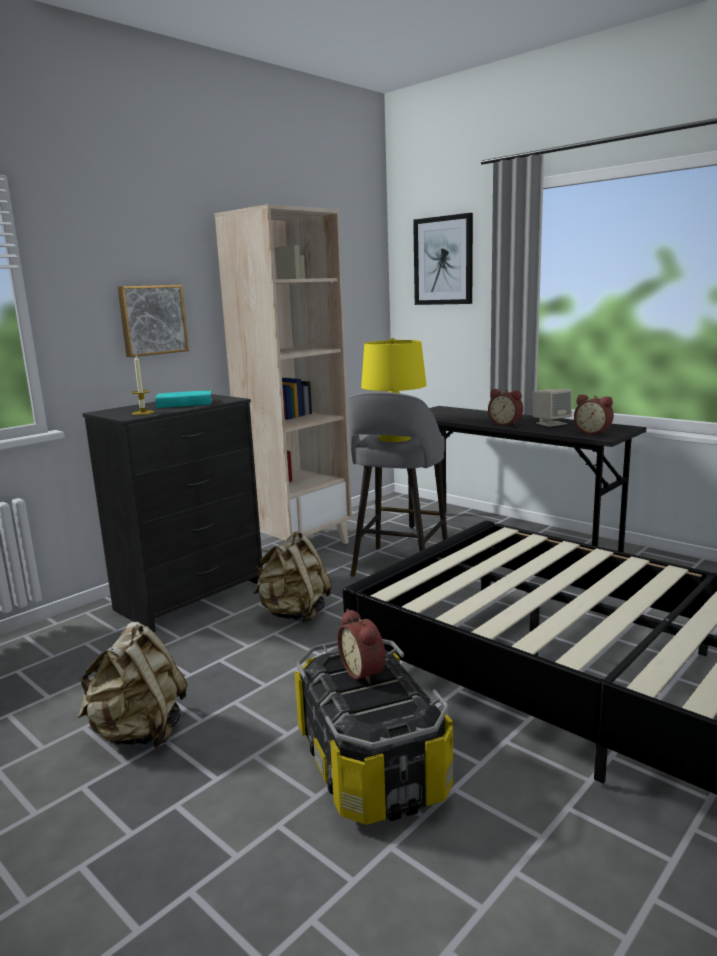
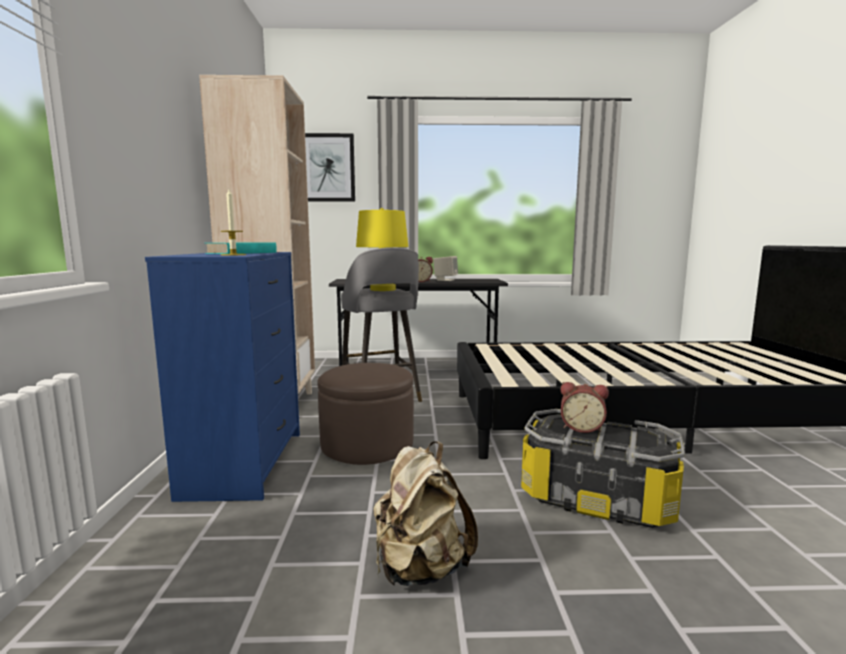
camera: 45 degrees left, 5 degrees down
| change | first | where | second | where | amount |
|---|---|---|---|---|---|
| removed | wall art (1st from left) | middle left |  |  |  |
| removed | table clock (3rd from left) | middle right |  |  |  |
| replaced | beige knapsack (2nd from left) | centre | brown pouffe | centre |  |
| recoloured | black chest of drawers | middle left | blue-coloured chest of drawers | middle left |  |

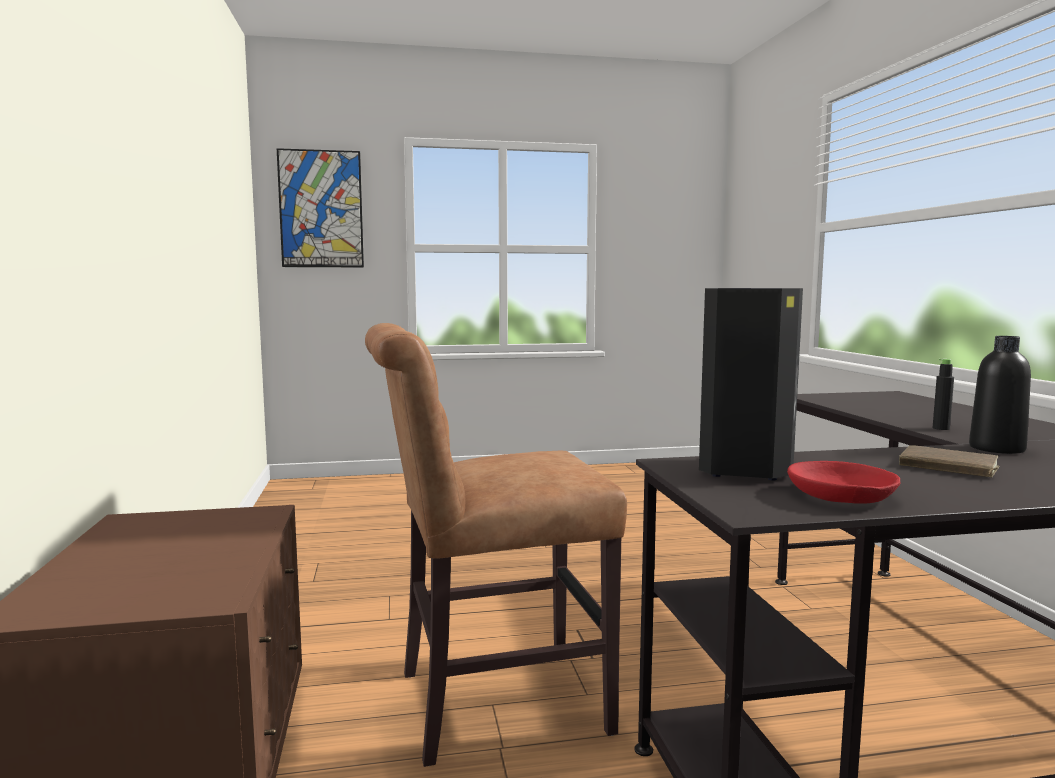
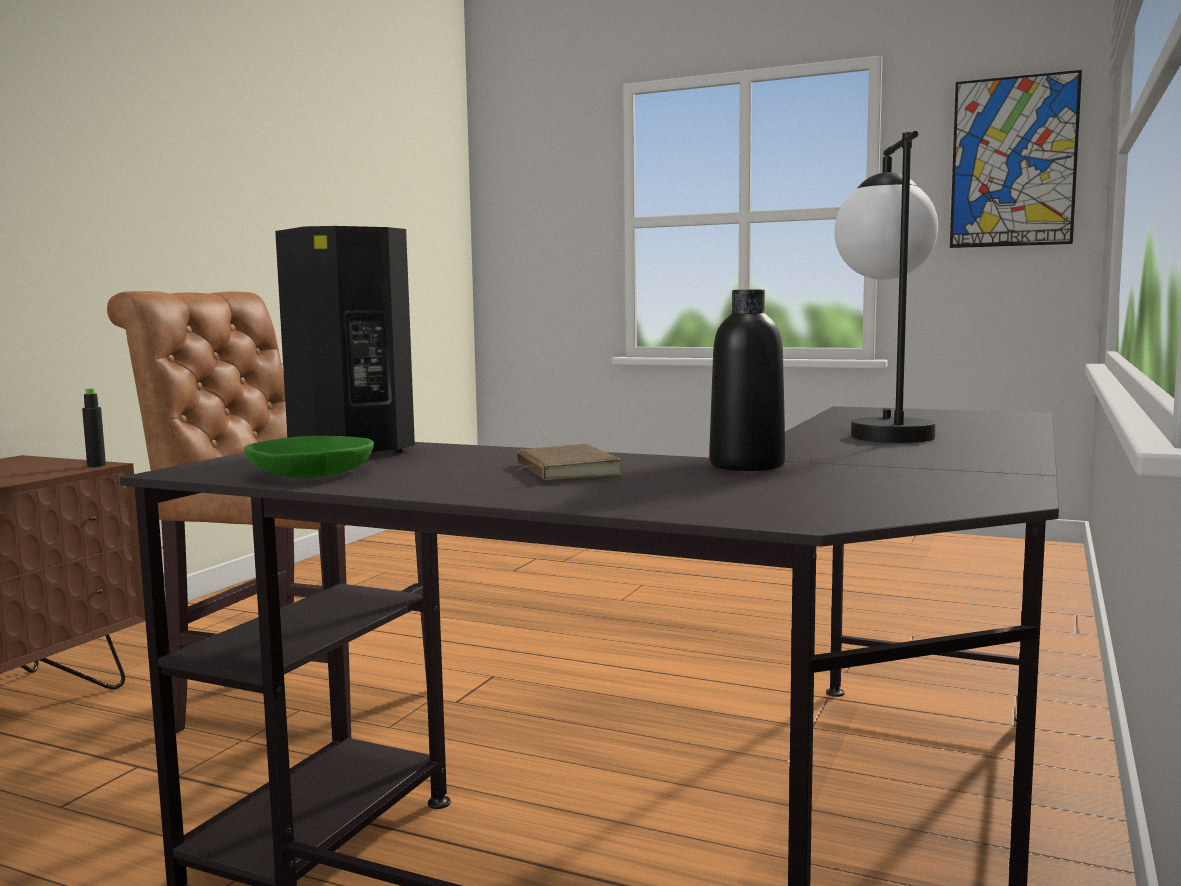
camera: 35 degrees right, 0 degrees up
| change | first | where | second | where | amount |
|---|---|---|---|---|---|
| added |  |  | lamp for a table | top right |  |
| moved | wall art | top left |  | top right |  |
| moved | black bottle (1st from left) | middle right |  | middle left |  |
| recoloured | red-coloured deep dish | middle right | greenish deep dish | middle left |  |

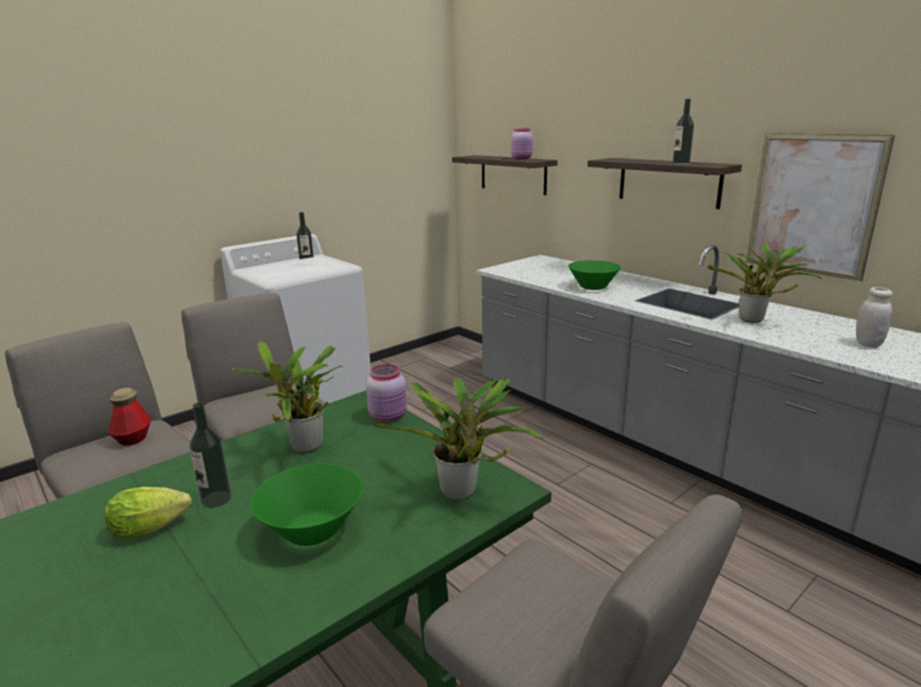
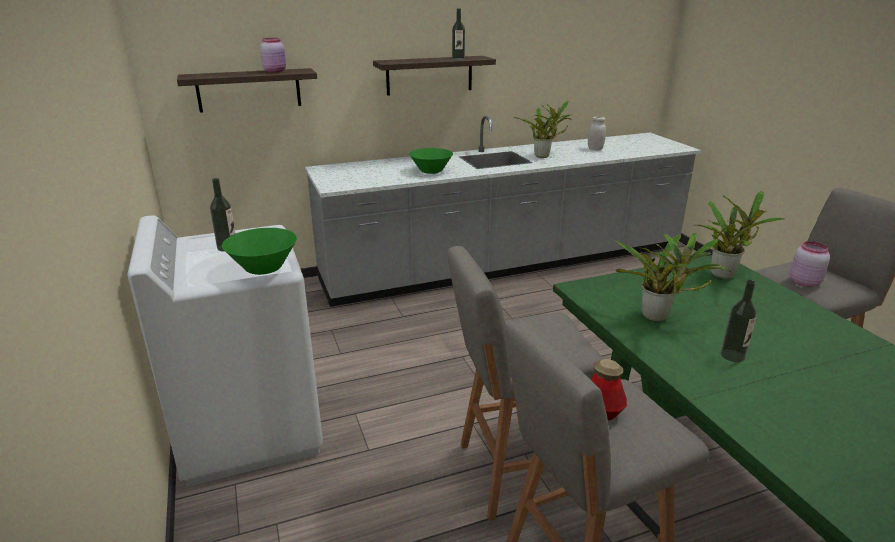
camera: 70 degrees left, 5 degrees up
| change | first | where | second | where | amount |
|---|---|---|---|---|---|
| removed | lettuce head | bottom left |  |  |  |
| removed | wall art | top right |  |  |  |
| moved | greenish deep dish (1st from left) | bottom centre |  | middle left |  |
| moved | pinkish storage jar (1st from left in the first image) | centre | pinkish storage jar (2nd from left) | middle right |  |

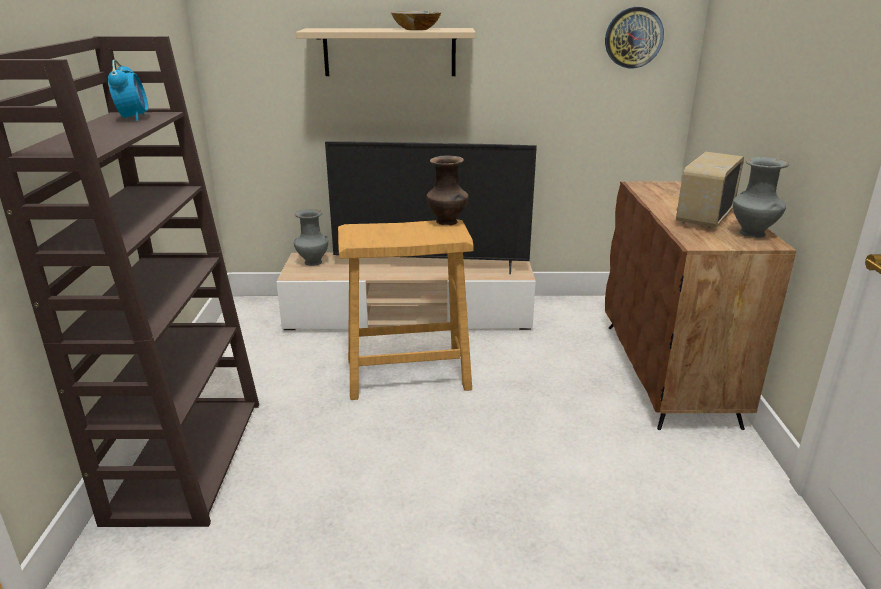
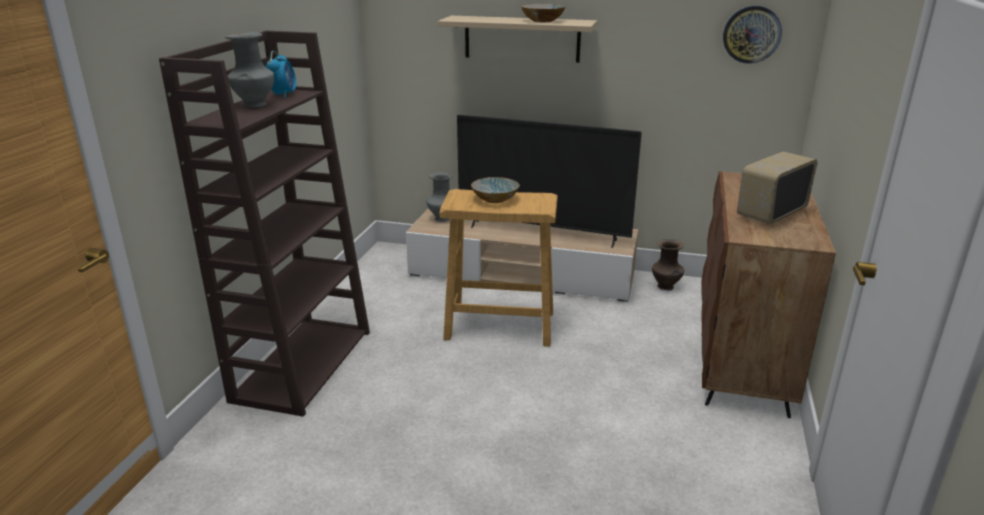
camera: 15 degrees right, 0 degrees up
| change | first | where | second | where | amount |
|---|---|---|---|---|---|
| added |  |  | deep dish (1st from left) | centre |  |
| moved | brown vase | top centre |  | middle right |  |
| moved | greyish vase (2nd from left in the first image) | middle right | greyish vase (1st from left) | top left |  |

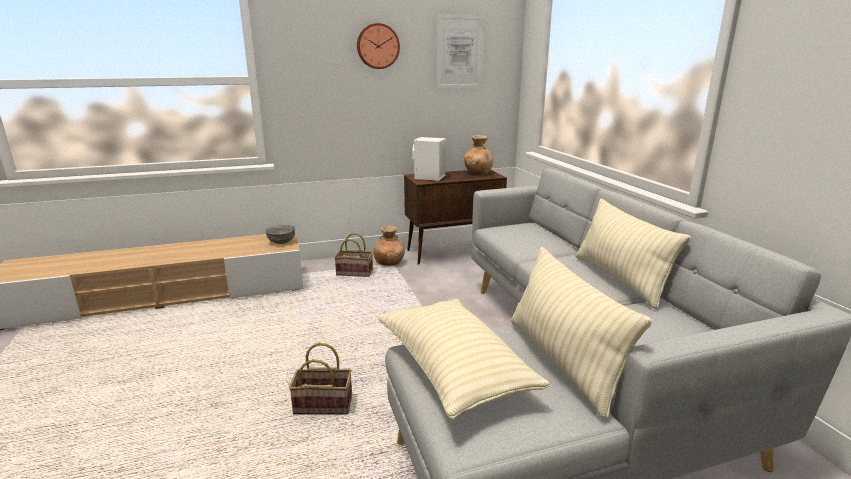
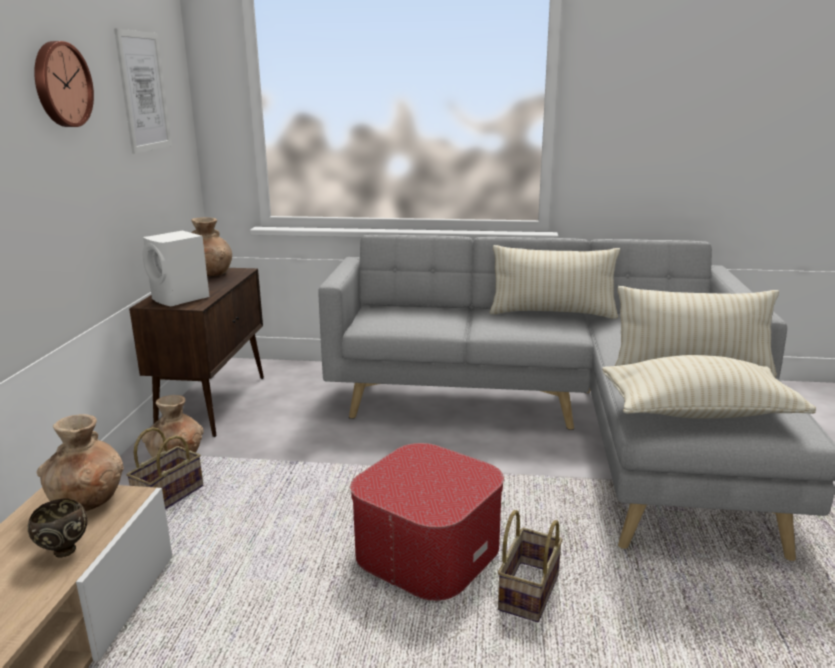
camera: 65 degrees left, 0 degrees up
| change | first | where | second | where | amount |
|---|---|---|---|---|---|
| added |  |  | brown deep dish | bottom left |  |
| added |  |  | pouffe | bottom centre |  |
| replaced | greyish deep dish | middle left | brown vase (1st from left) | bottom left |  |

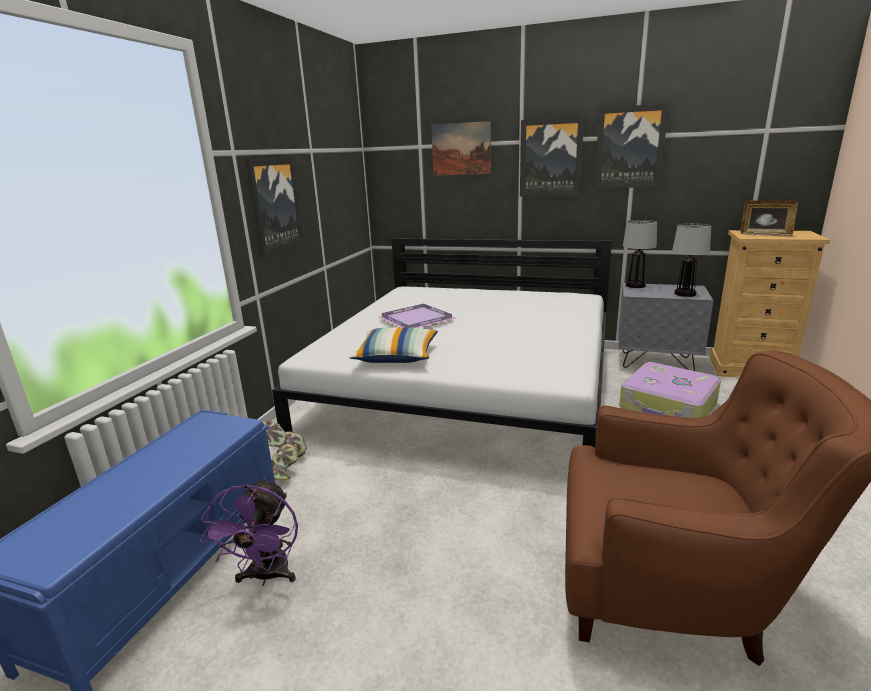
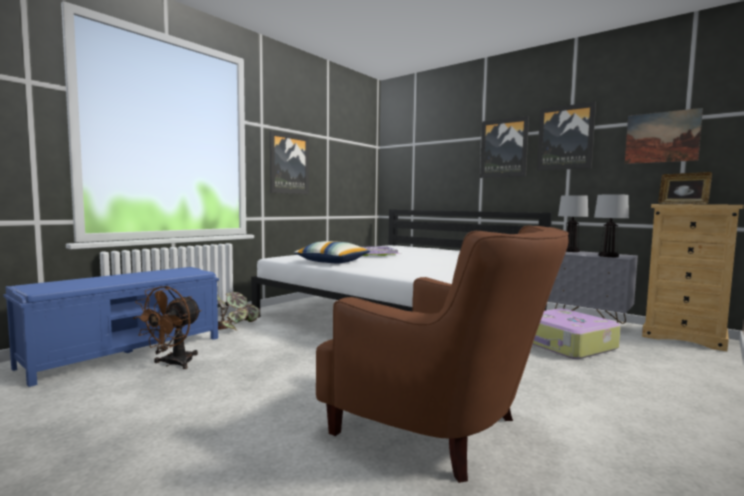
camera: 20 degrees right, 15 degrees down
| change | first | where | second | where | amount |
|---|---|---|---|---|---|
| moved | wall art (2nd from left in the first image) | top centre | wall art (4th from left) | top right |  |
| recoloured | purple-coloured cooling fan | bottom left | brown cooling fan | middle left |  |

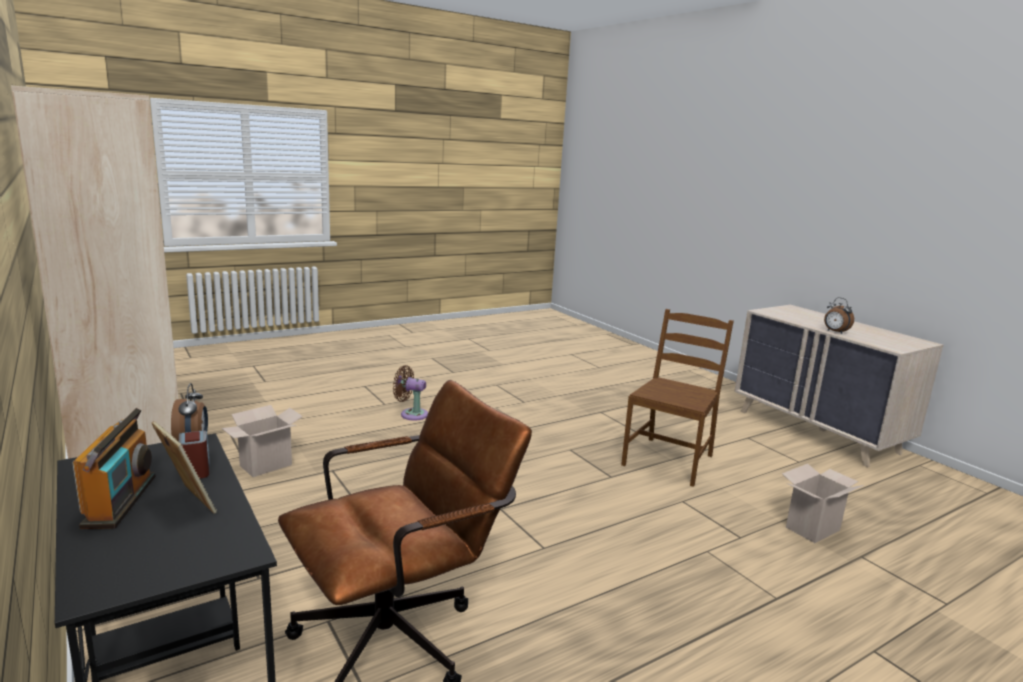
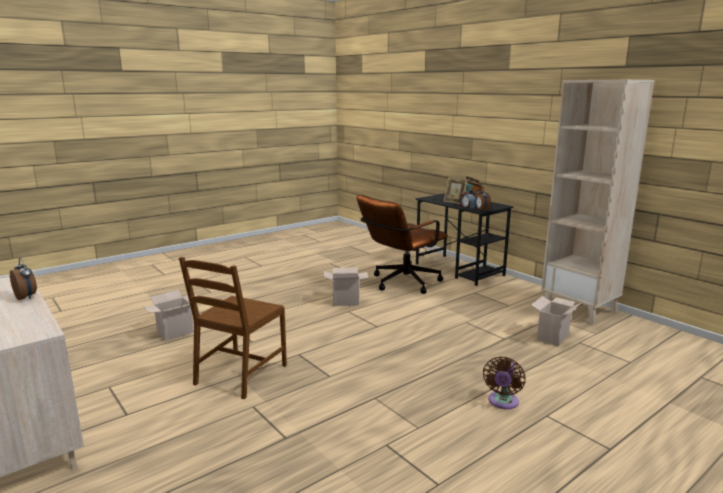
camera: 175 degrees right, 0 degrees up
| change | first | where | second | where | amount |
|---|---|---|---|---|---|
| added |  |  | packing box (2nd from left) | centre |  |
| turned | brown cooling fan | centre |  | bottom right | 105 degrees clockwise |

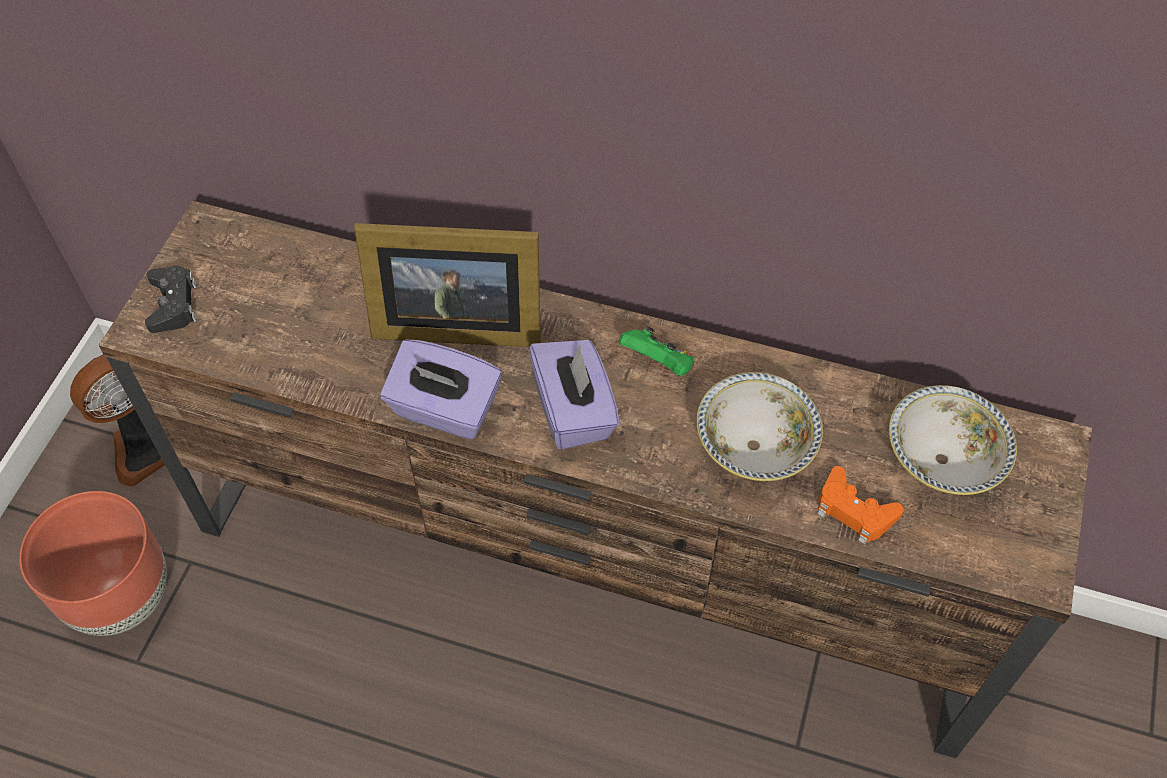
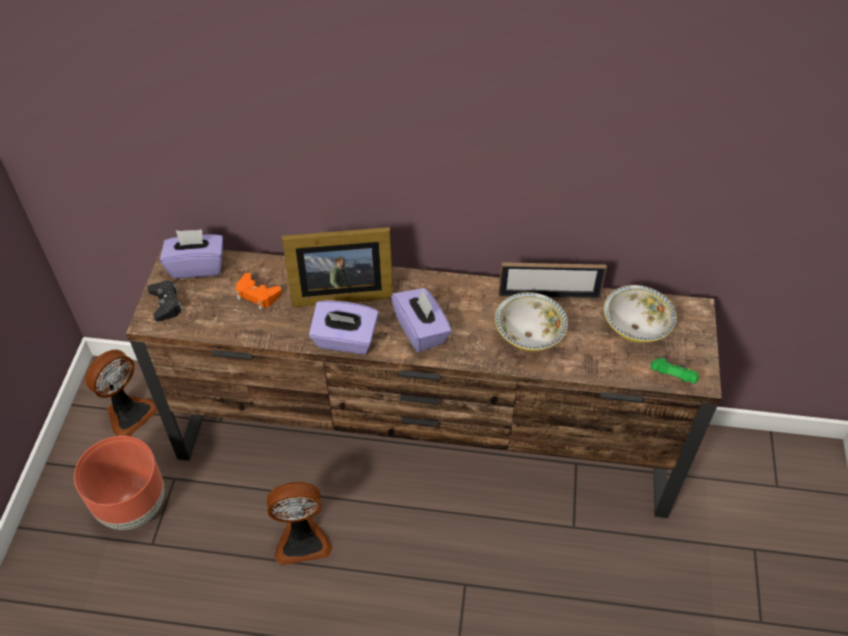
camera: 10 degrees left, 5 degrees down
| change | first | where | second | where | amount |
|---|---|---|---|---|---|
| added |  |  | purple-coloured tissue box (1st from left) | middle left |  |
| added |  |  | cooling fan (2nd from left) | bottom centre |  |
| added |  |  | photo frame (2nd from left) | centre |  |
| moved | greenish joypad | centre |  | middle right |  |
| moved | orange-coloured joypad | middle right |  | middle left |  |

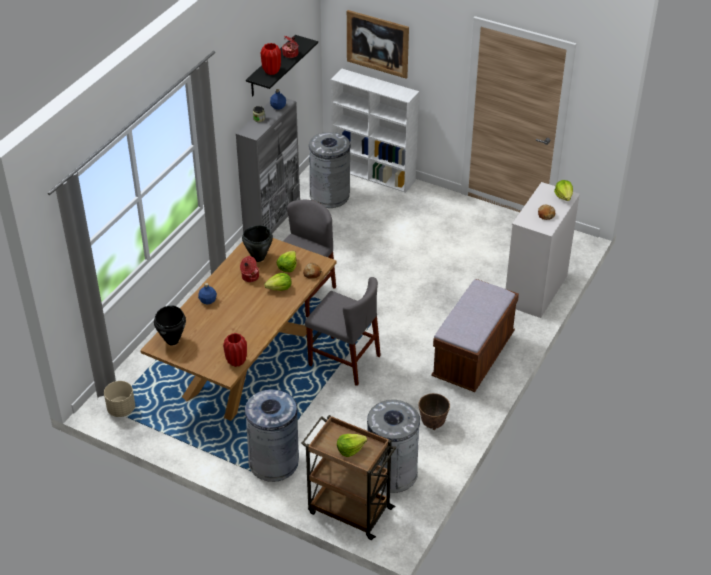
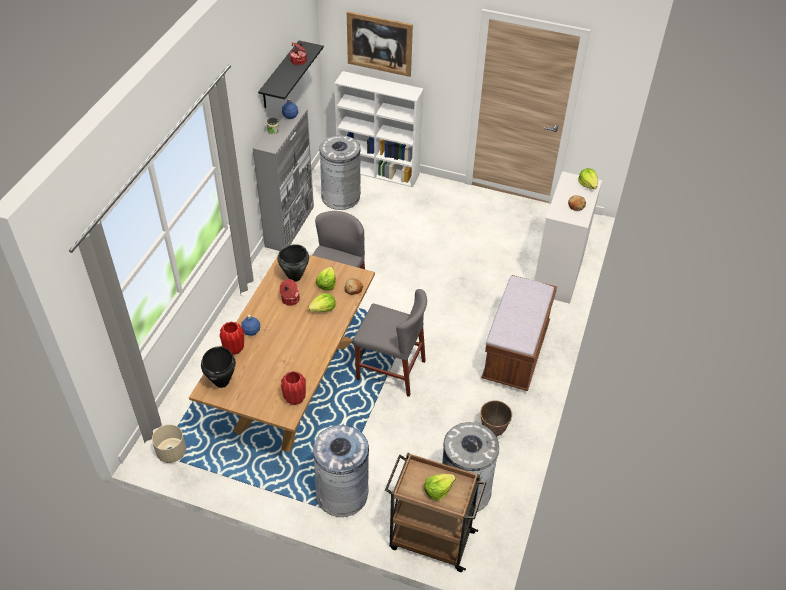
camera: 10 degrees left, 5 degrees up
| change | first | where | second | where | amount |
|---|---|---|---|---|---|
| moved | red-coloured vase (2nd from left in the first image) | top centre | red-coloured vase (1st from left) | middle left |  |

